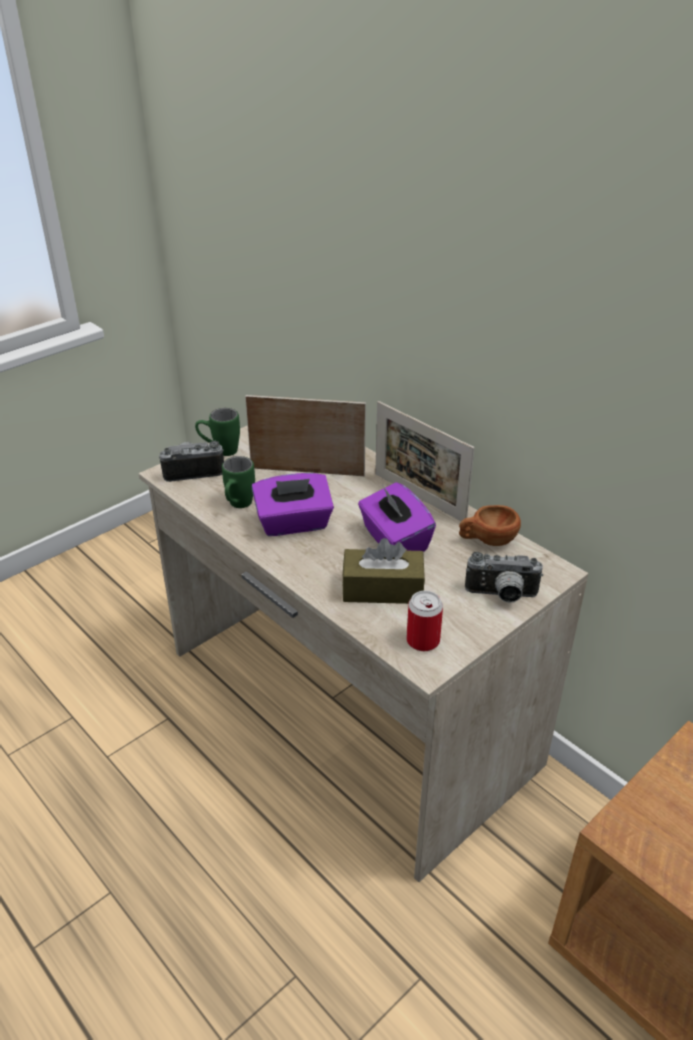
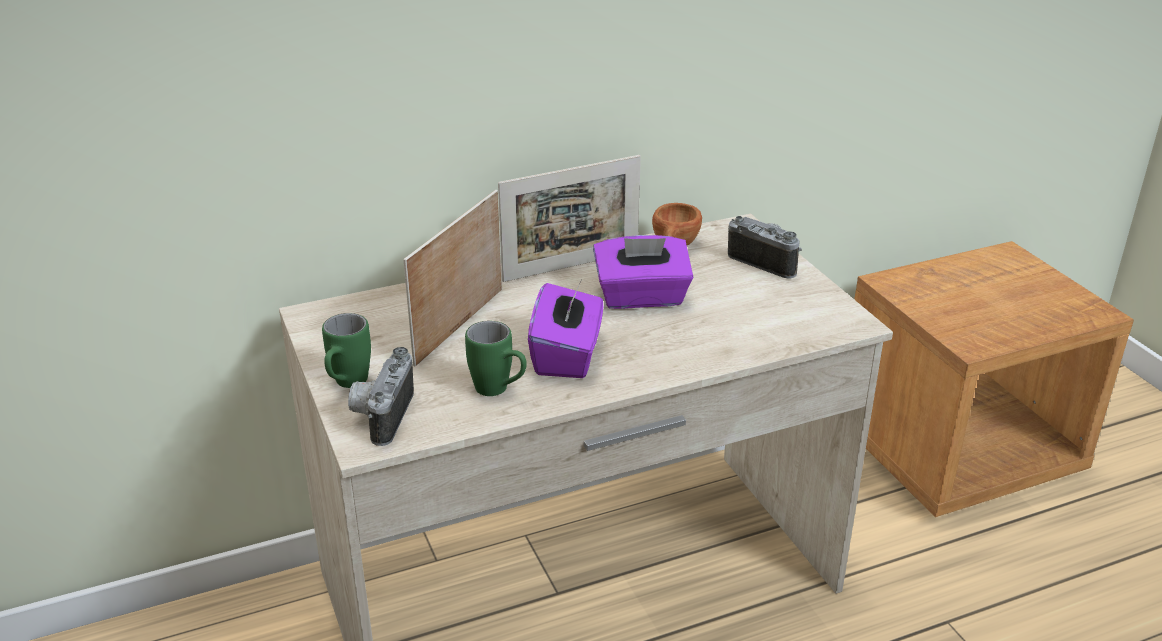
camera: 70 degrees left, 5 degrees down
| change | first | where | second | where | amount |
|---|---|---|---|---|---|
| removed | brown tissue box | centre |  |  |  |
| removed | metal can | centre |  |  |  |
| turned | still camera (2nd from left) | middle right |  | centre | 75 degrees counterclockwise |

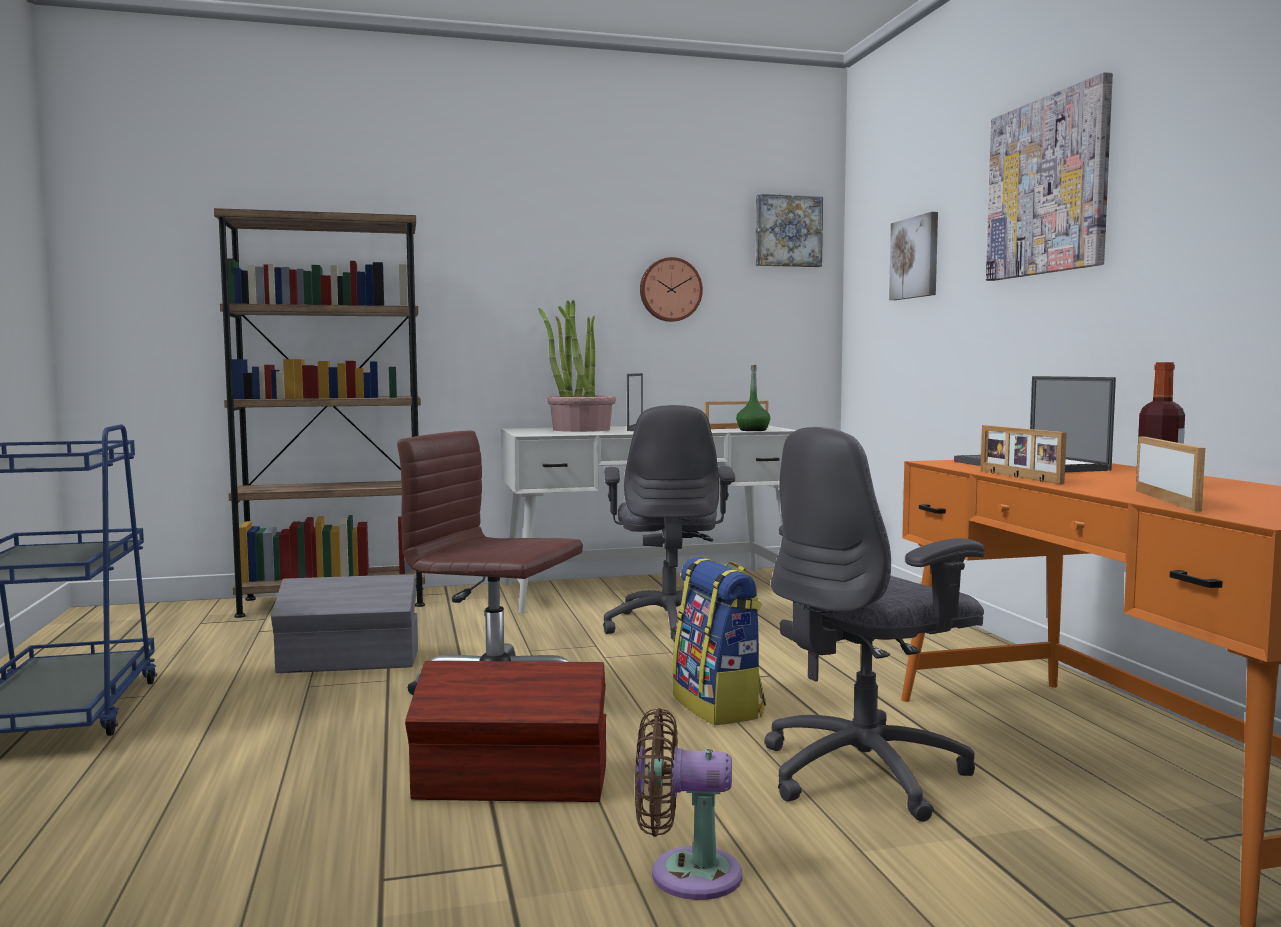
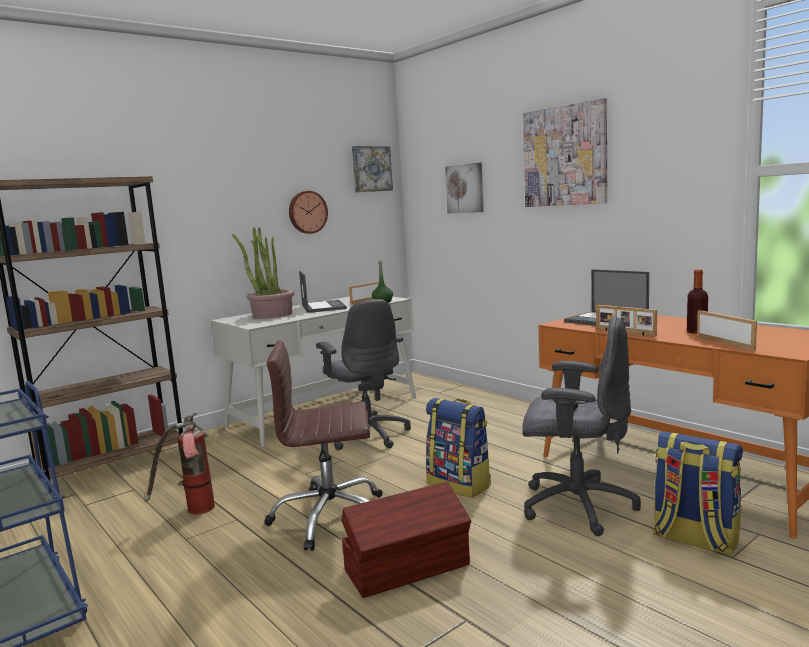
camera: 25 degrees left, 5 degrees up
| change | first | where | second | where | amount |
|---|---|---|---|---|---|
| removed | brown cooling fan | bottom centre |  |  |  |
| added |  |  | knapsack (2nd from left) | bottom right |  |
| replaced | greyish storage box | bottom left | fire-fighting cylinder | bottom left |  |
| turned | greyish computer chair (2nd from left) | bottom right |  | middle right | 105 degrees counterclockwise |

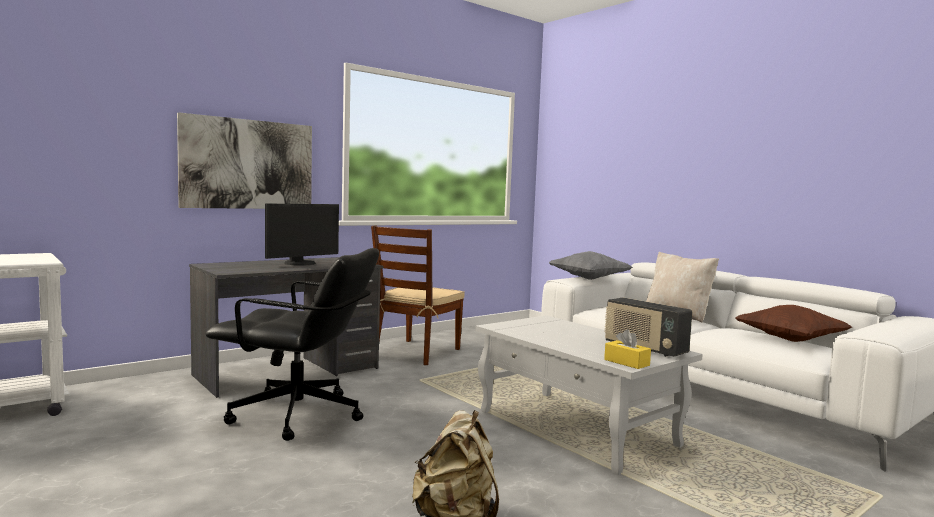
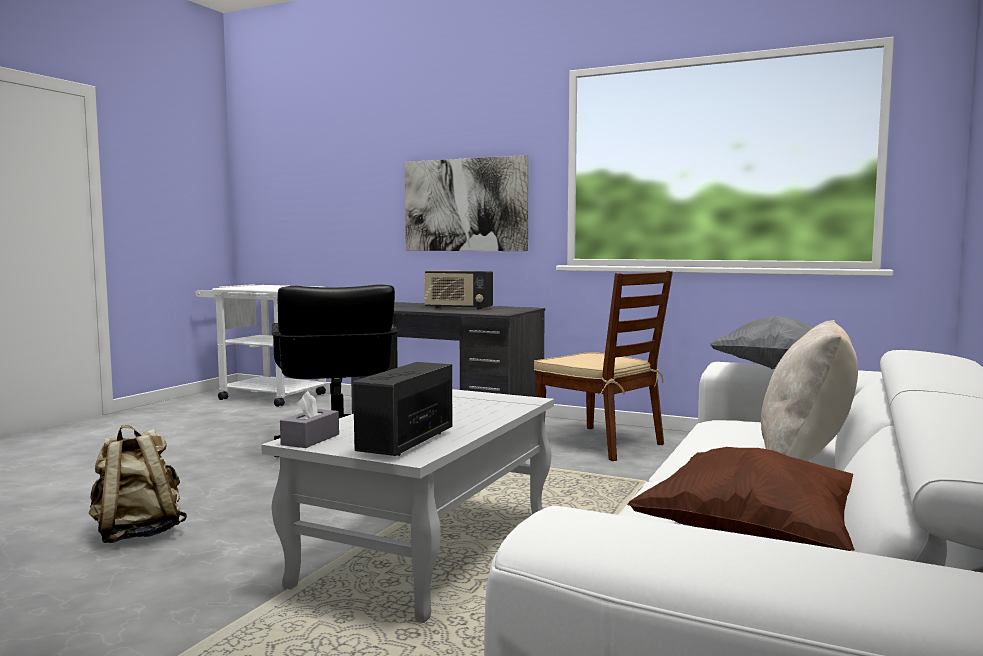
camera: 65 degrees right, 0 degrees up
| change | first | where | second | where | amount |
|---|---|---|---|---|---|
| replaced | computer screen | middle left | radio receiver (2nd from left) | centre |  |
| recoloured | yellowish tissue box | bottom right | greyish tissue box | middle left |  |
| turned | brown upright chair | centre |  | centre | 135 degrees counterclockwise |

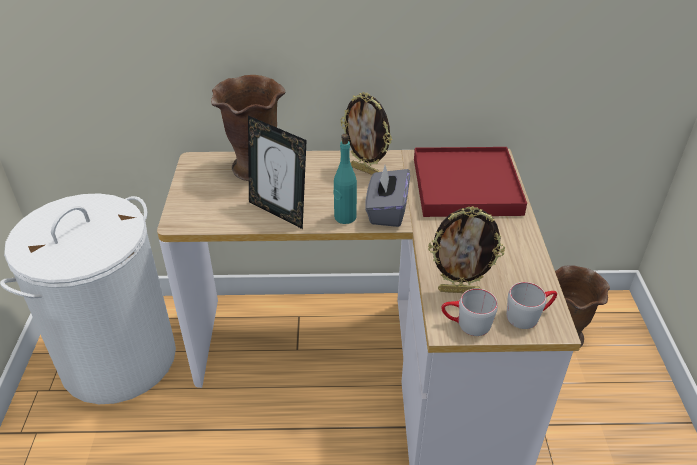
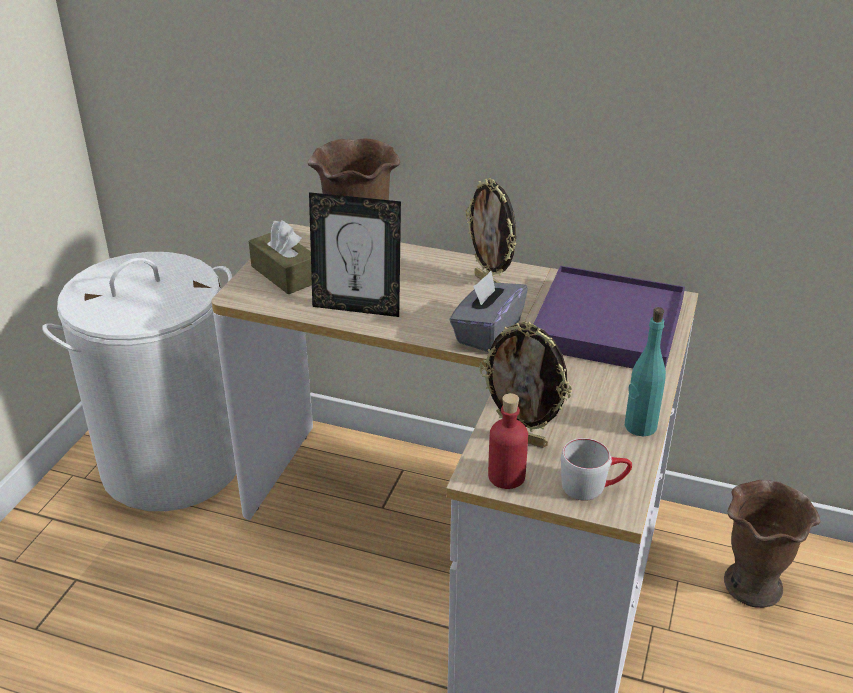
camera: 20 degrees right, 5 degrees down
| change | first | where | second | where | amount |
|---|---|---|---|---|---|
| added |  |  | brown tissue box | middle left |  |
| moved | blue-green bottle | centre |  | middle right |  |
| replaced | greyish mug (1st from left) | bottom right | red-coloured bottle | centre |  |
| recoloured | red-coloured carrying tray | middle right | purple-coloured carrying tray | middle right |  |
| turned | photo frame (1st from left) | centre |  | centre | 45 degrees counterclockwise |

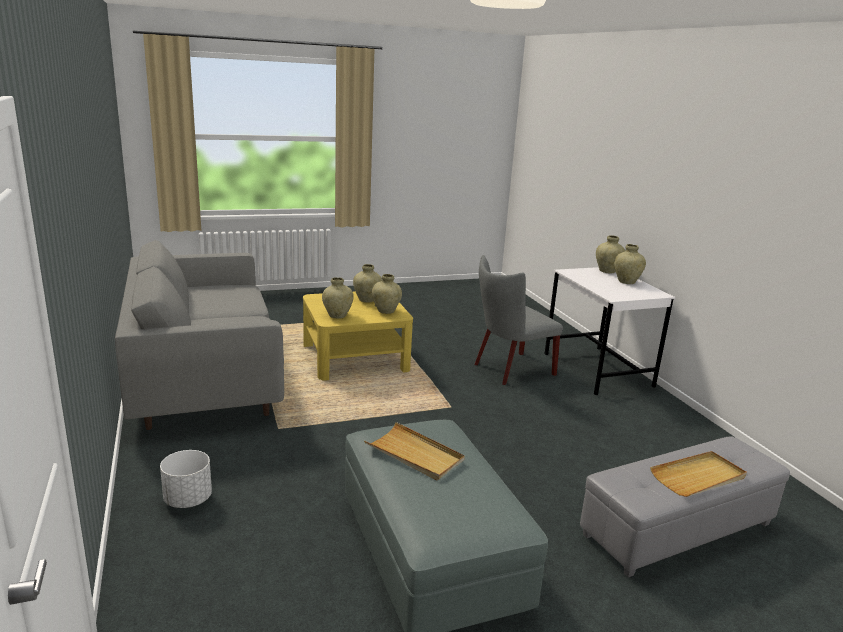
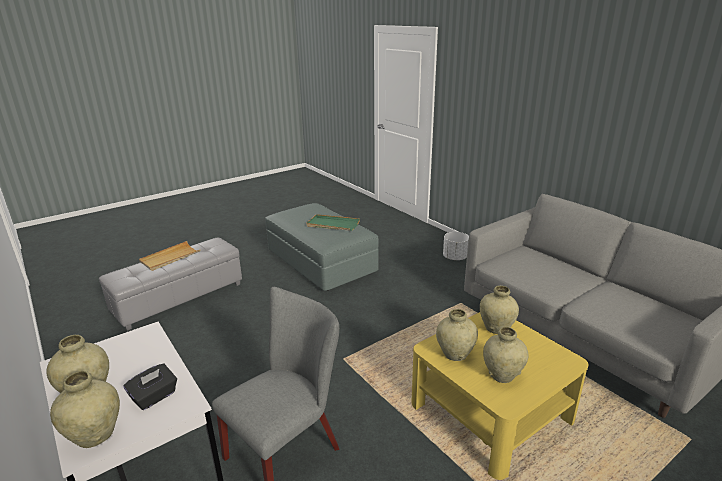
camera: 165 degrees right, 5 degrees up
| change | first | where | second | where | amount |
|---|---|---|---|---|---|
| added |  |  | black tissue box | bottom left |  |
| recoloured | beige carrying tray (1st from left) | bottom centre | greenish carrying tray | centre |  |

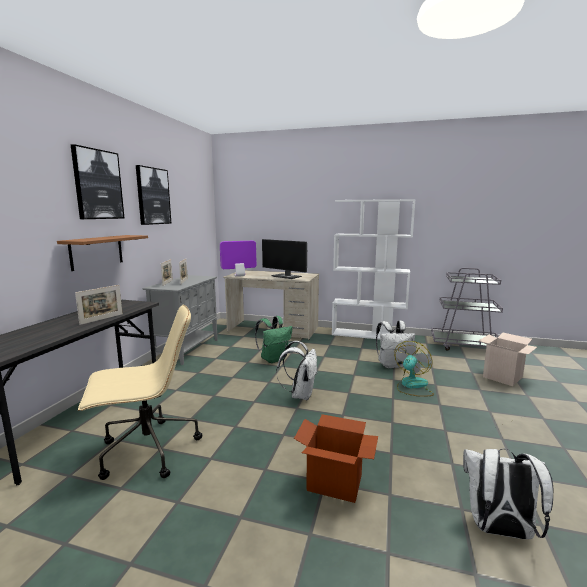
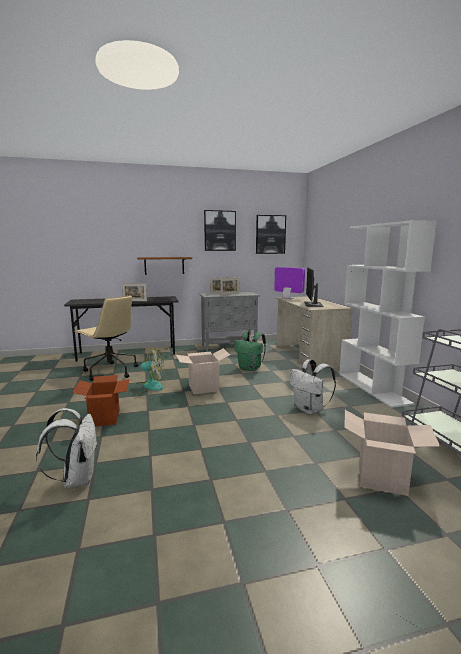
camera: 60 degrees right, 0 degrees up
| change | first | where | second | where | amount |
|---|---|---|---|---|---|
| moved | wall art (1st from left in the first image) | top left | wall art (2nd from left) | centre |  |
| moved | cooling fan | middle right |  | middle left |  |
| replaced | white-coloured knapsack (1st from left) | centre | packing box (2nd from left) | centre |  |

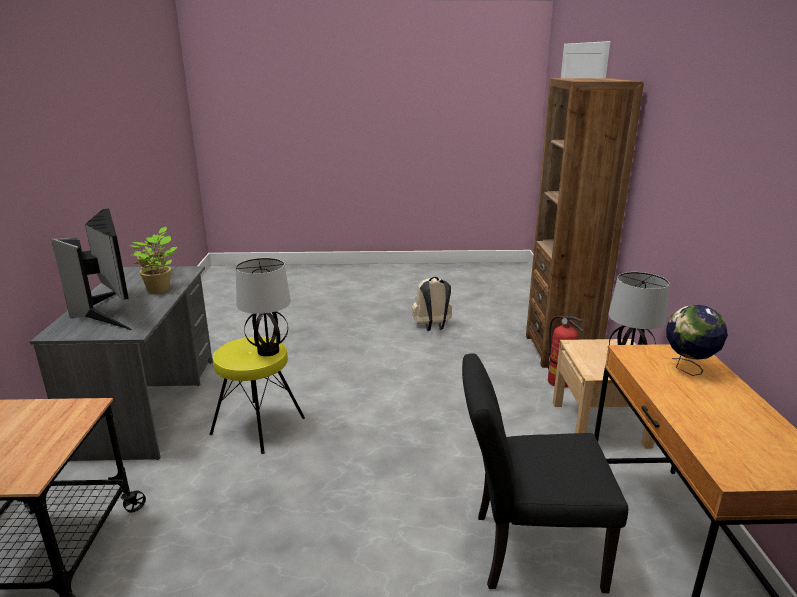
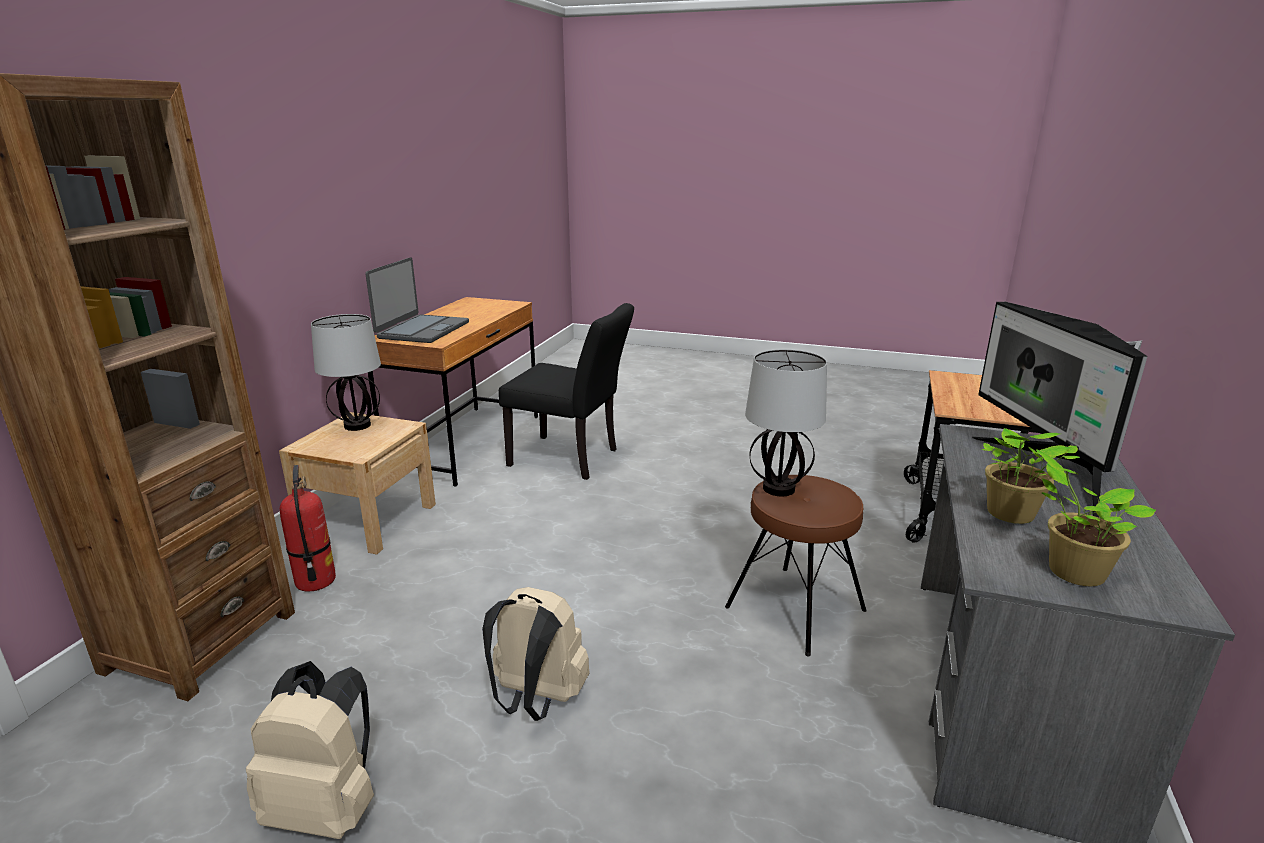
camera: 160 degrees left, 0 degrees up
| change | first | where | second | where | amount |
|---|---|---|---|---|---|
| added |  |  | beige knapsack (2nd from left) | bottom centre |  |
| replaced | world globe | middle right | portable computer | middle left |  |
| recoloured | yellowish stool seat | middle left | brown stool seat | bottom centre |  |

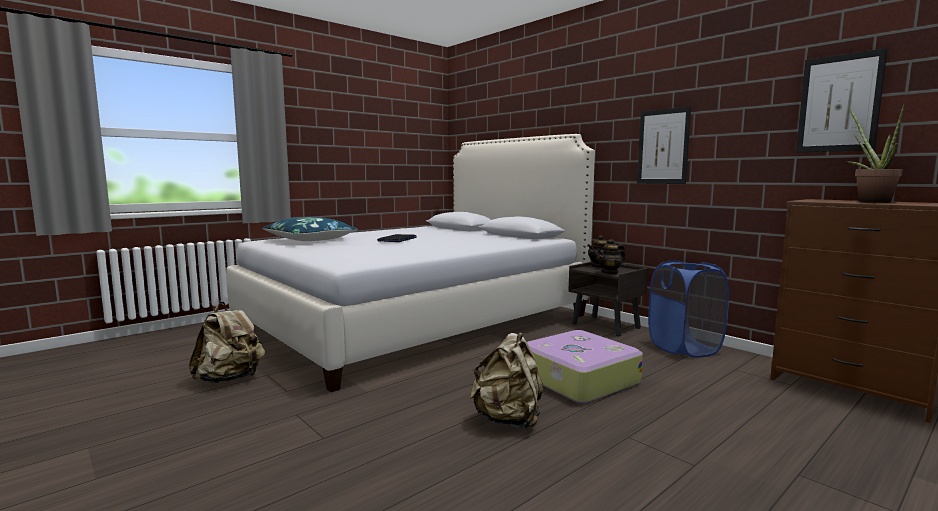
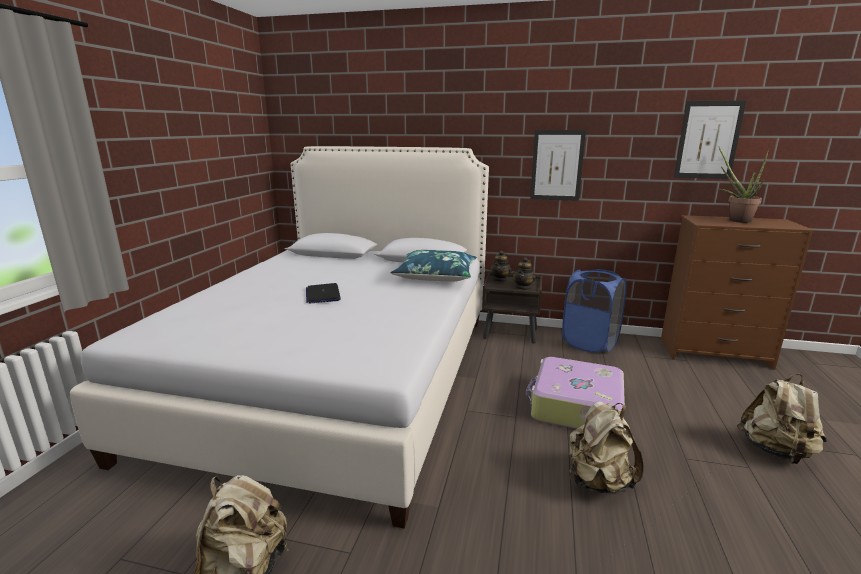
camera: 35 degrees left, 10 degrees up
| change | first | where | second | where | amount |
|---|---|---|---|---|---|
| added |  |  | beige knapsack (3rd from left) | bottom right |  |
| moved | blue-coloured throw pillow | middle left |  | centre |  |

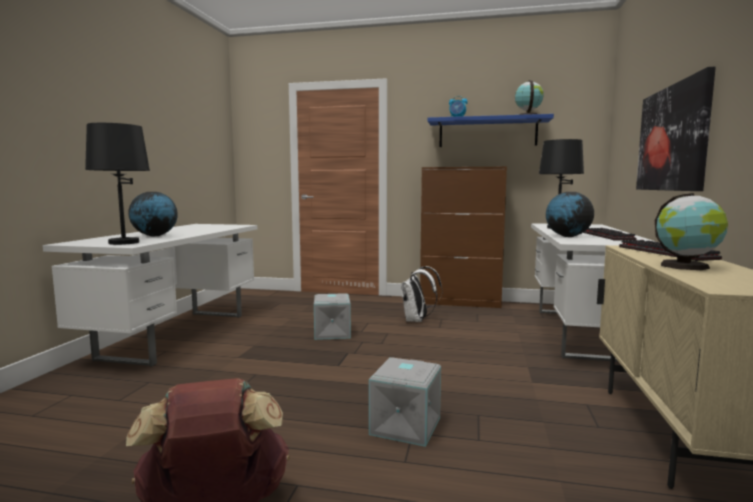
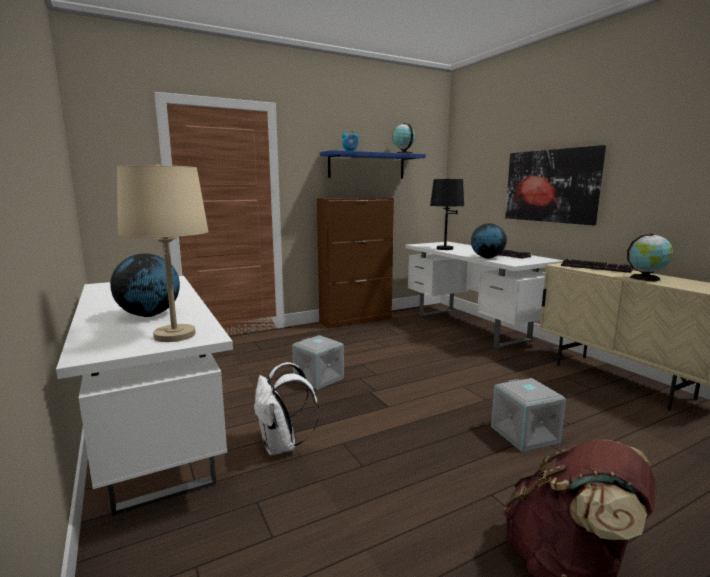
camera: 40 degrees left, 5 degrees up
| change | first | where | second | where | amount |
|---|---|---|---|---|---|
| moved | white-coloured knapsack | centre |  | bottom centre |  |
| recoloured | black lamp for a table (1st from left) | middle left | beige lamp for a table | middle left |  |

